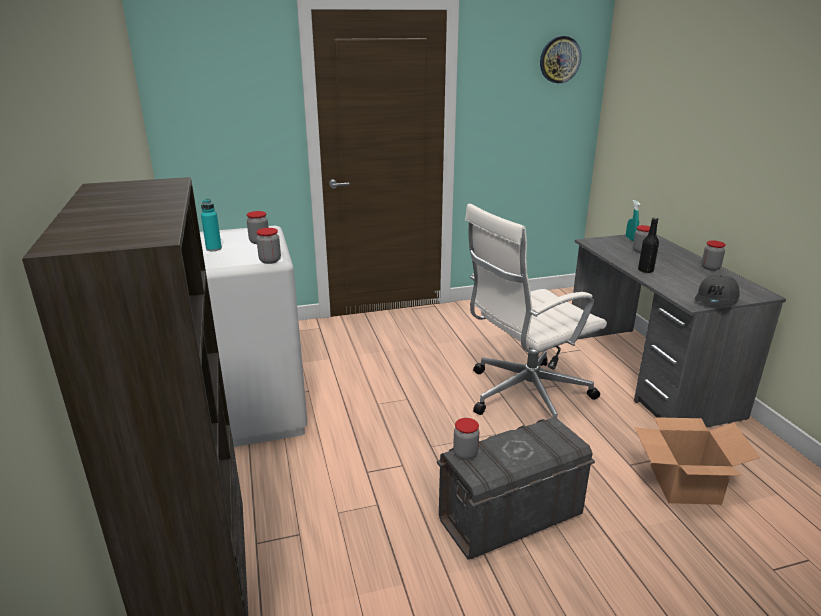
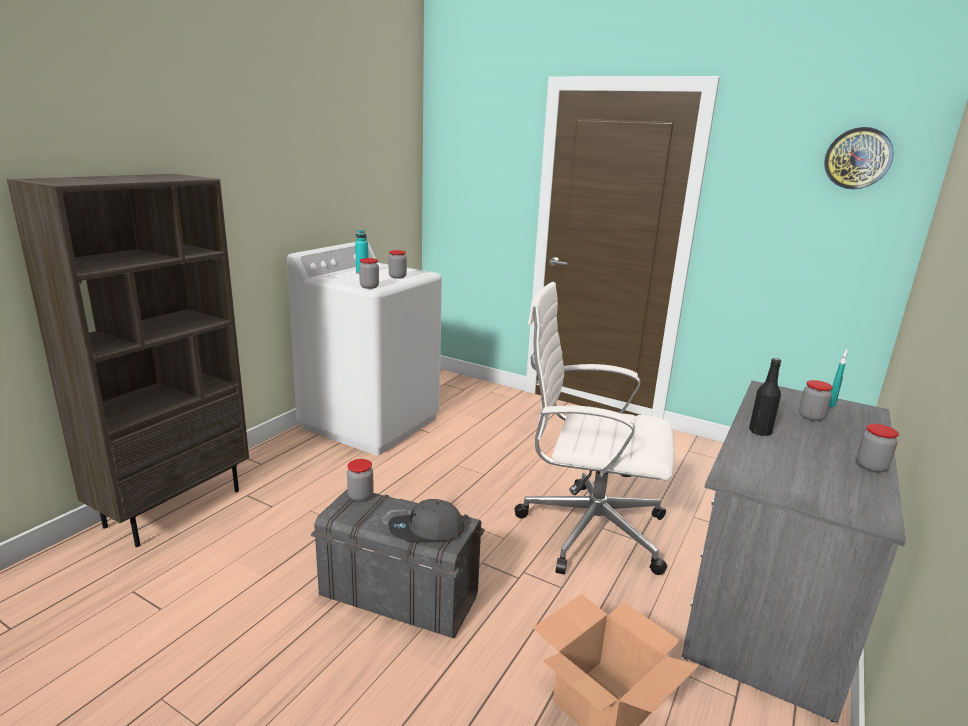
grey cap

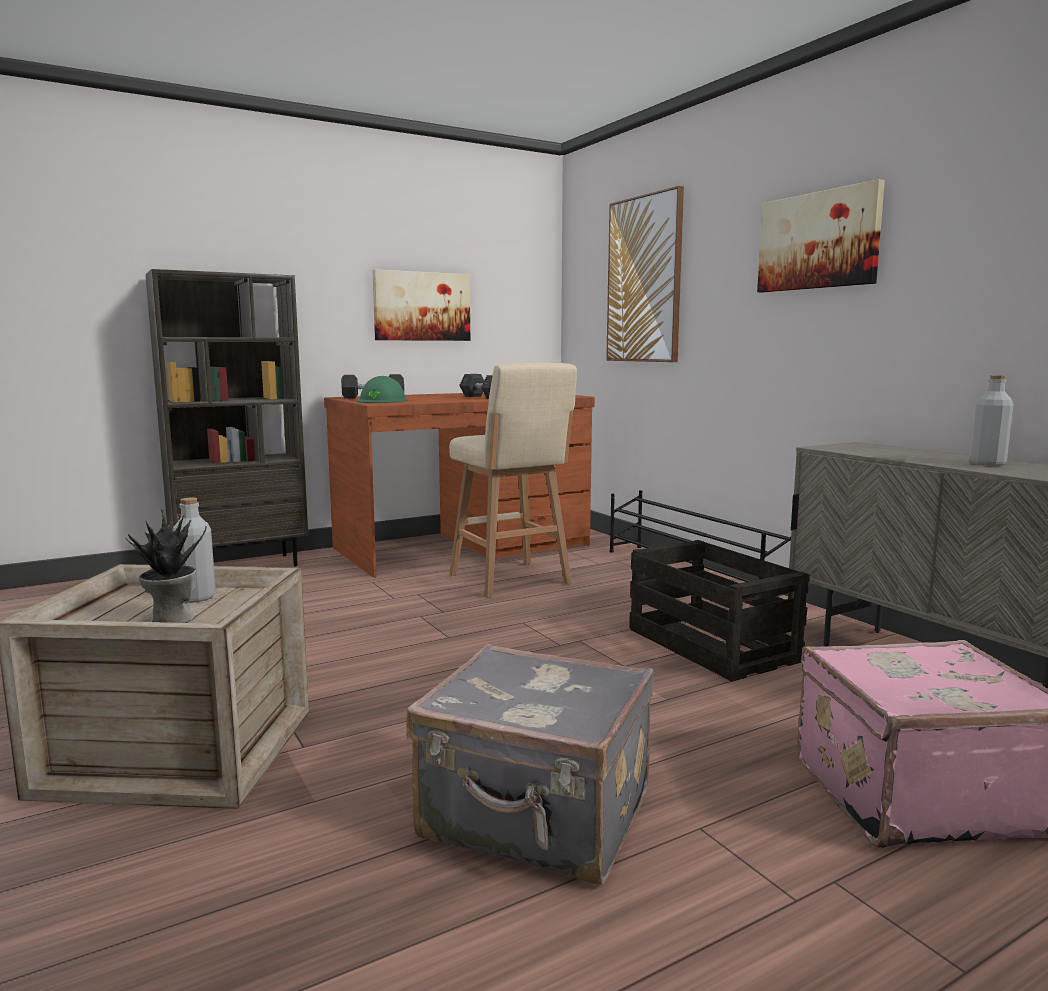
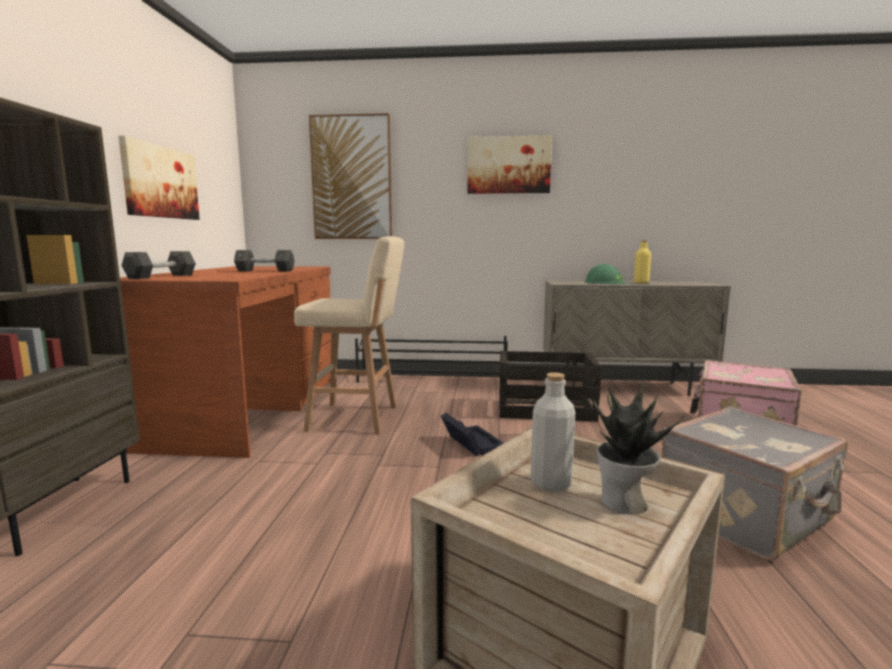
green hard hat
yellow bottle
black storage box

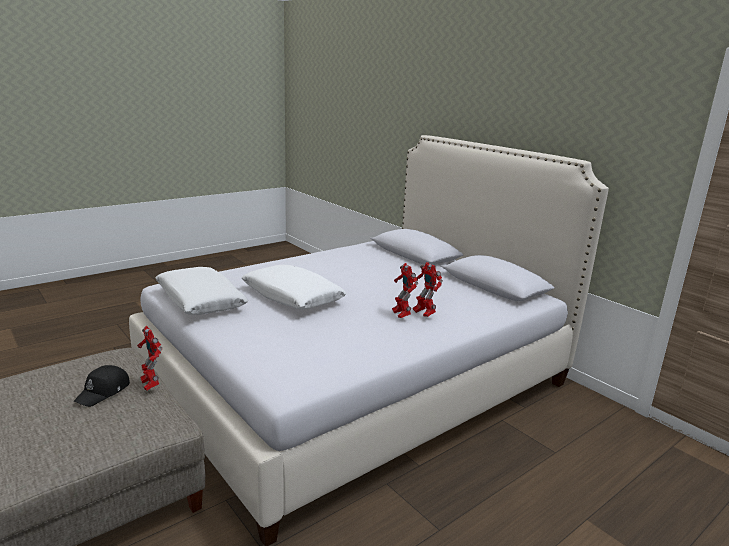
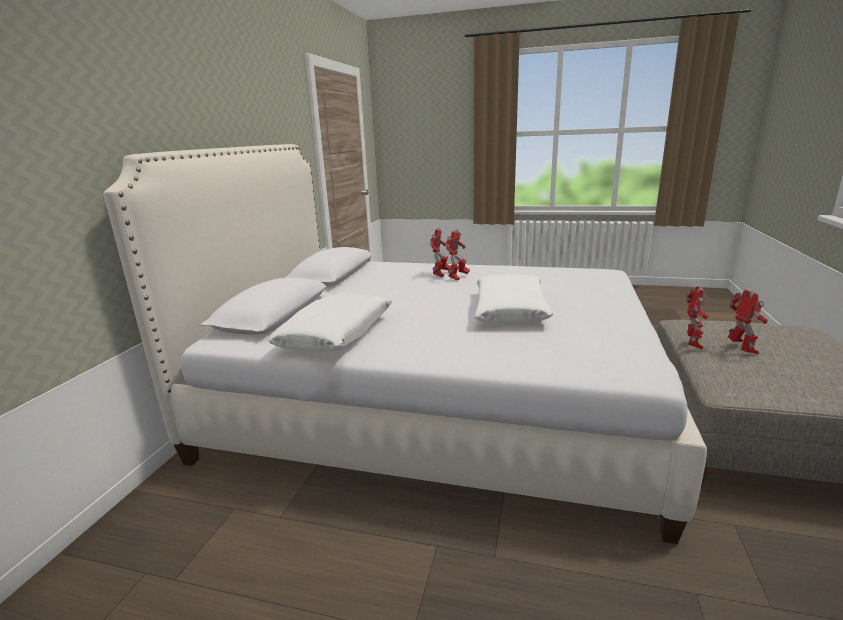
toy robot (no. 4 from left)
white pillow (no. 1 from left)

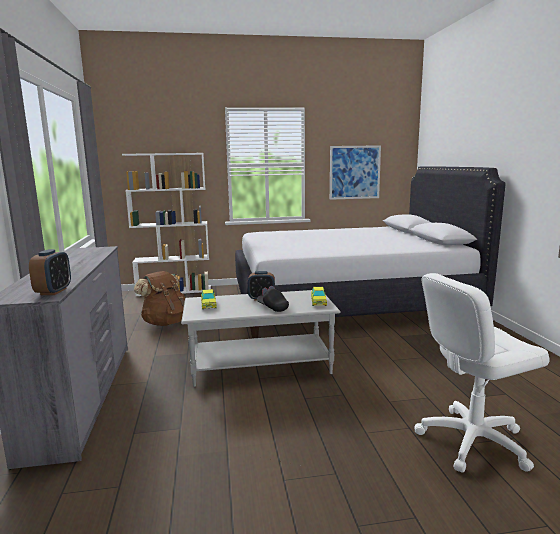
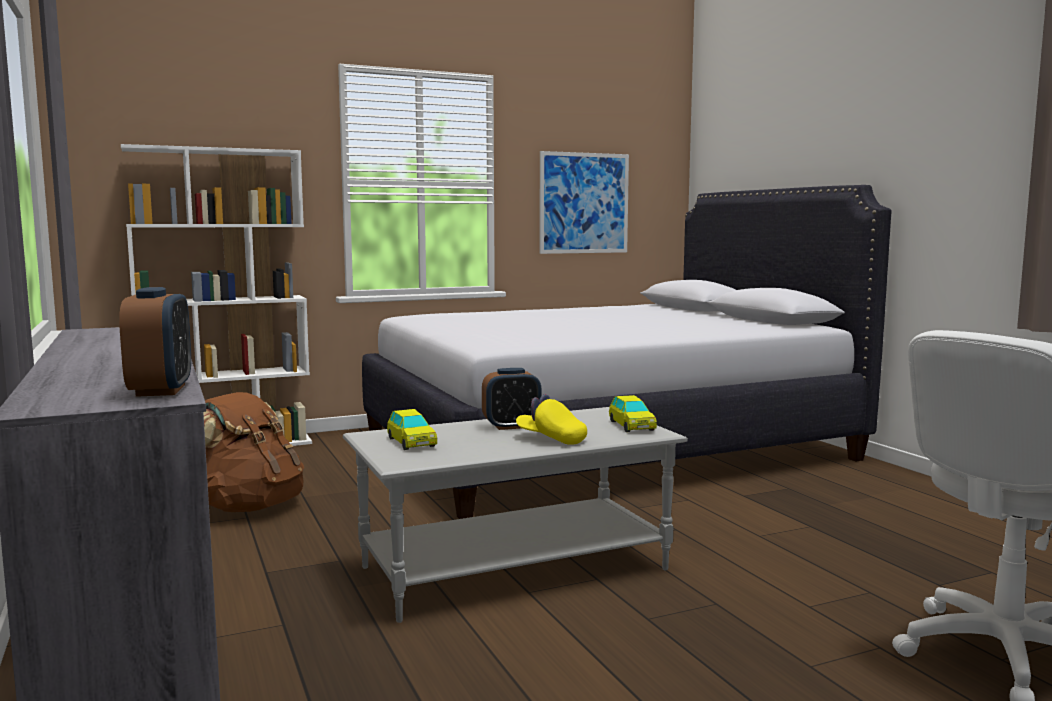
yellow cap

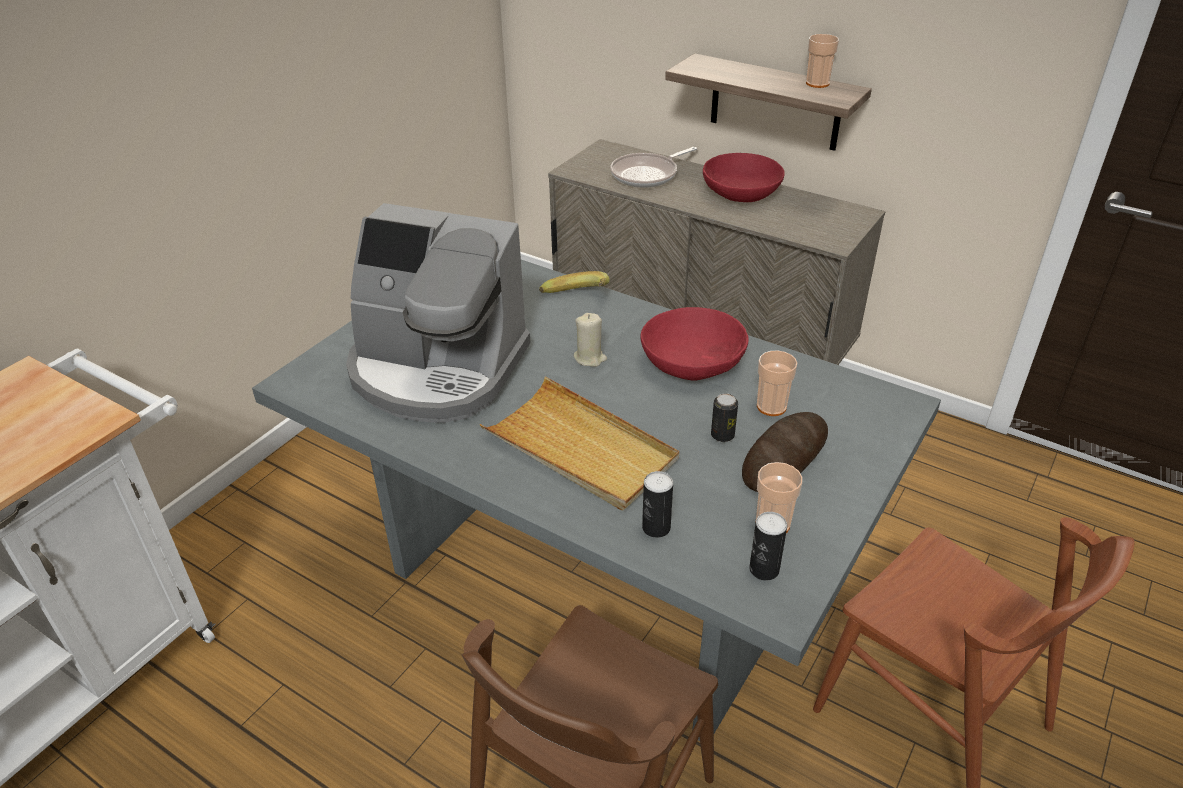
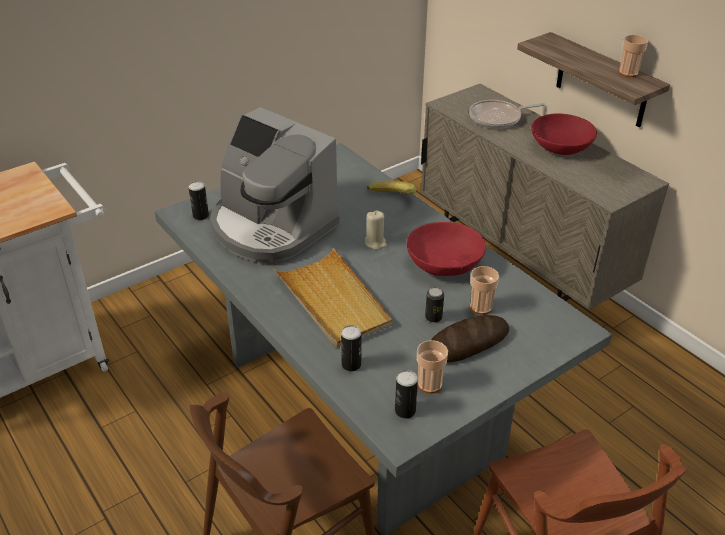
can (no. 1 from left)

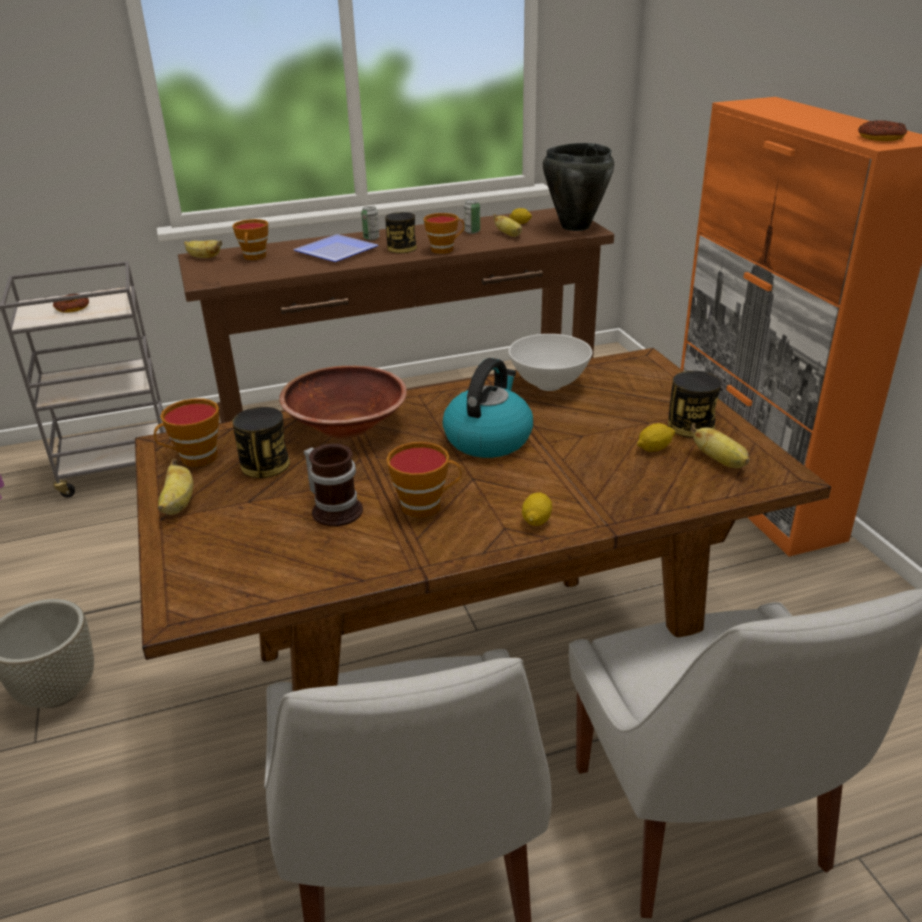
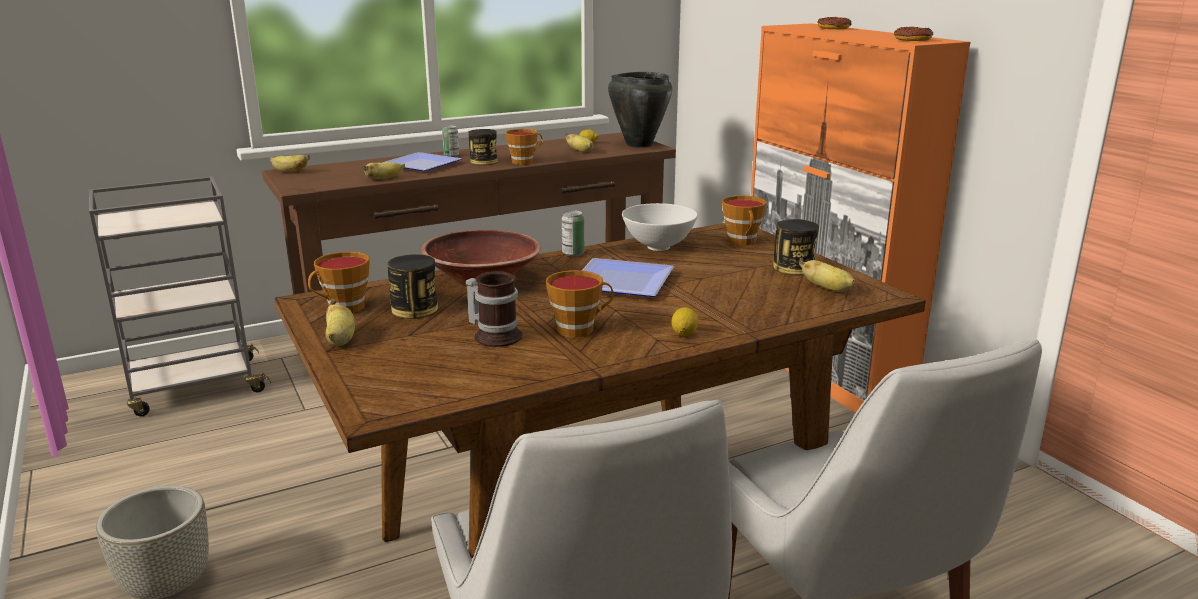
donut (no. 1 from left)
cup (no. 4 from left)
plate (no. 2 from left)
can (no. 4 from left)
lemon (no. 3 from left in the first image)
banana (no. 3 from left)

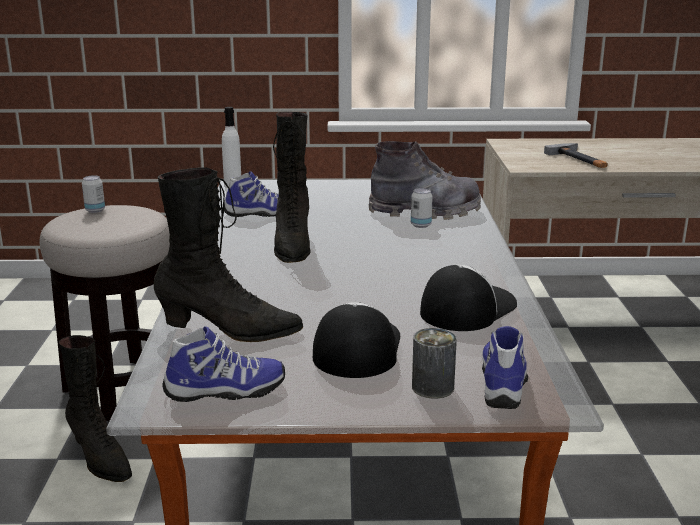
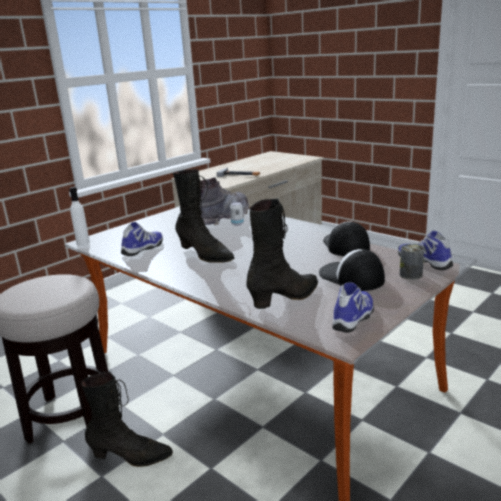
can (no. 1 from left in the first image)

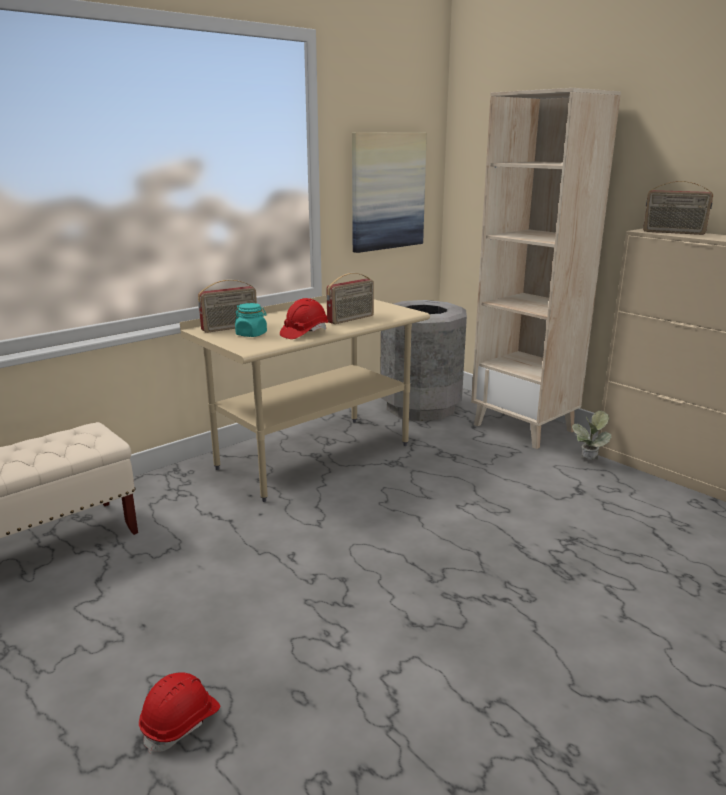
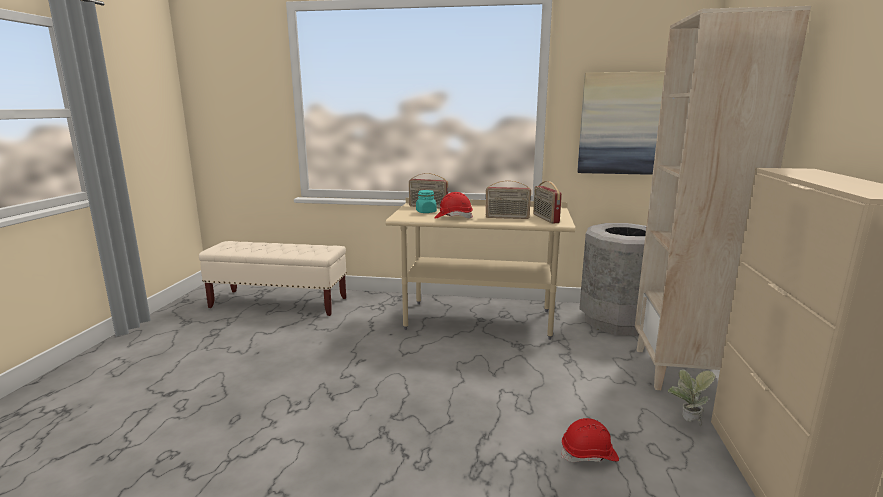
red hard hat (no. 2 from left)
radio (no. 3 from left)

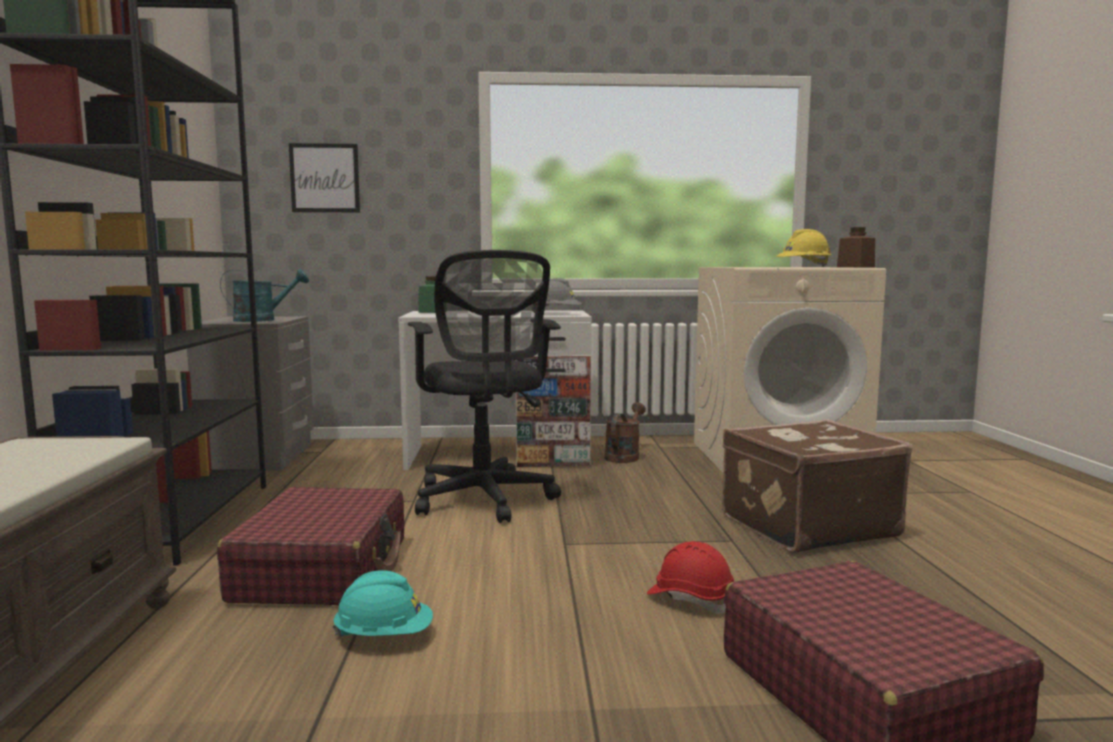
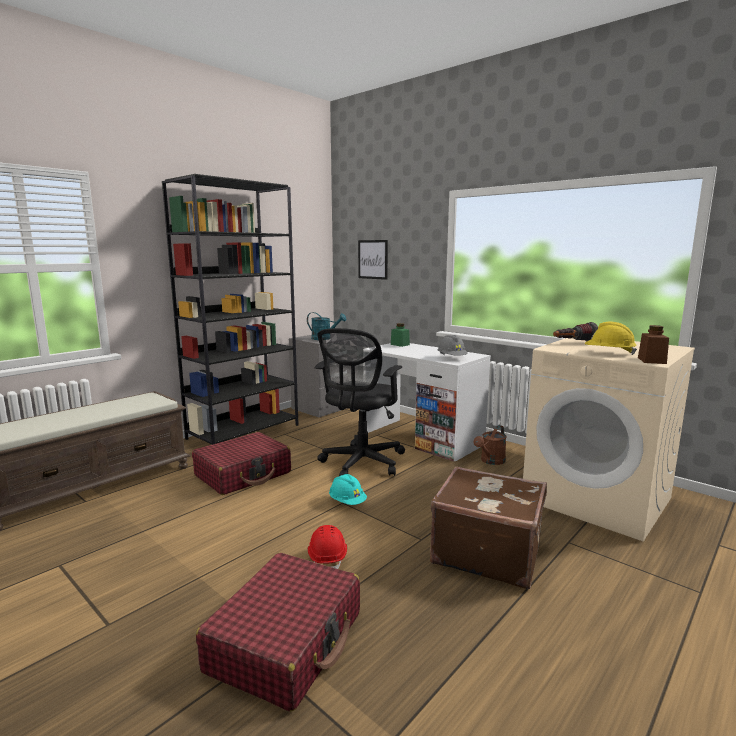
turquoise hard hat
brown watering can
flashlight

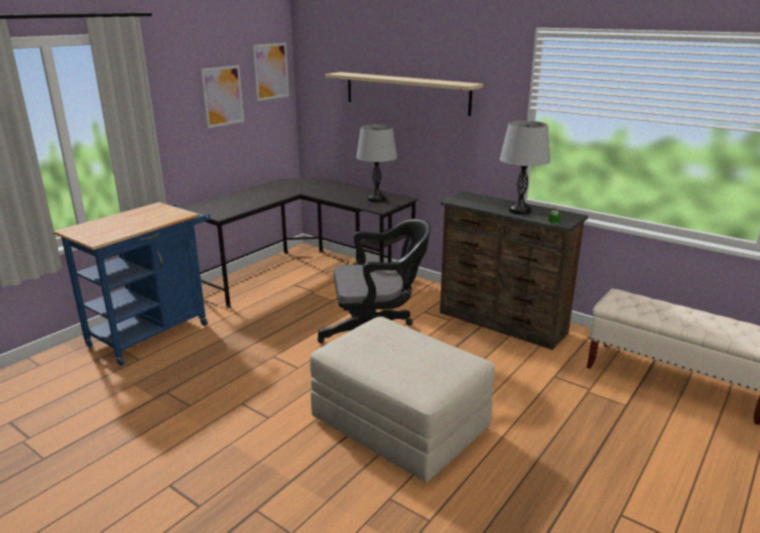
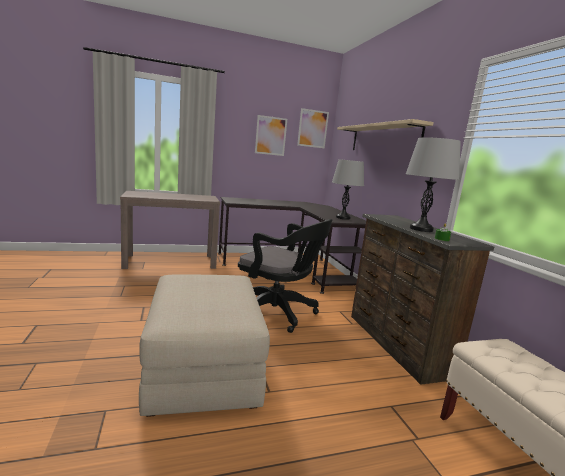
brown console table

